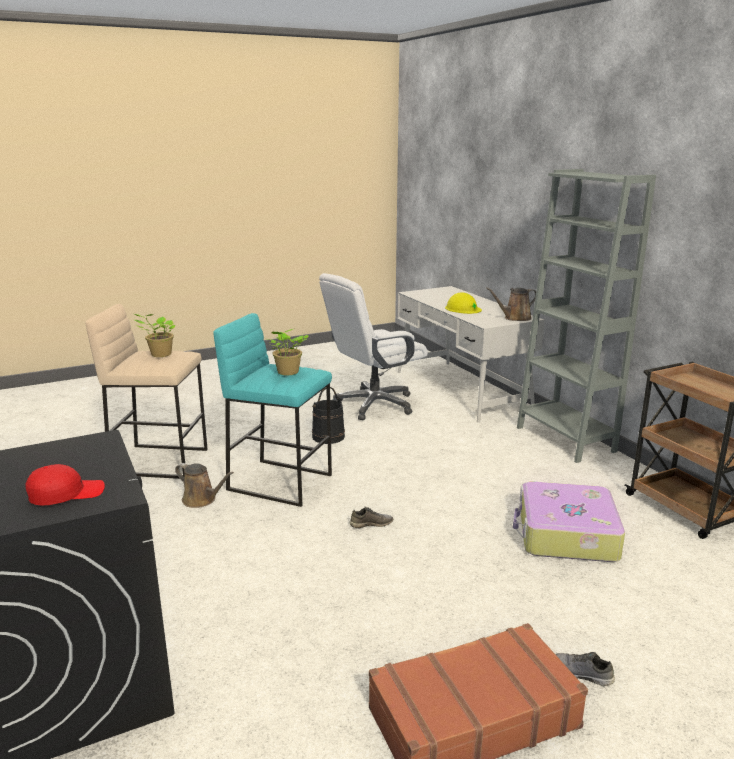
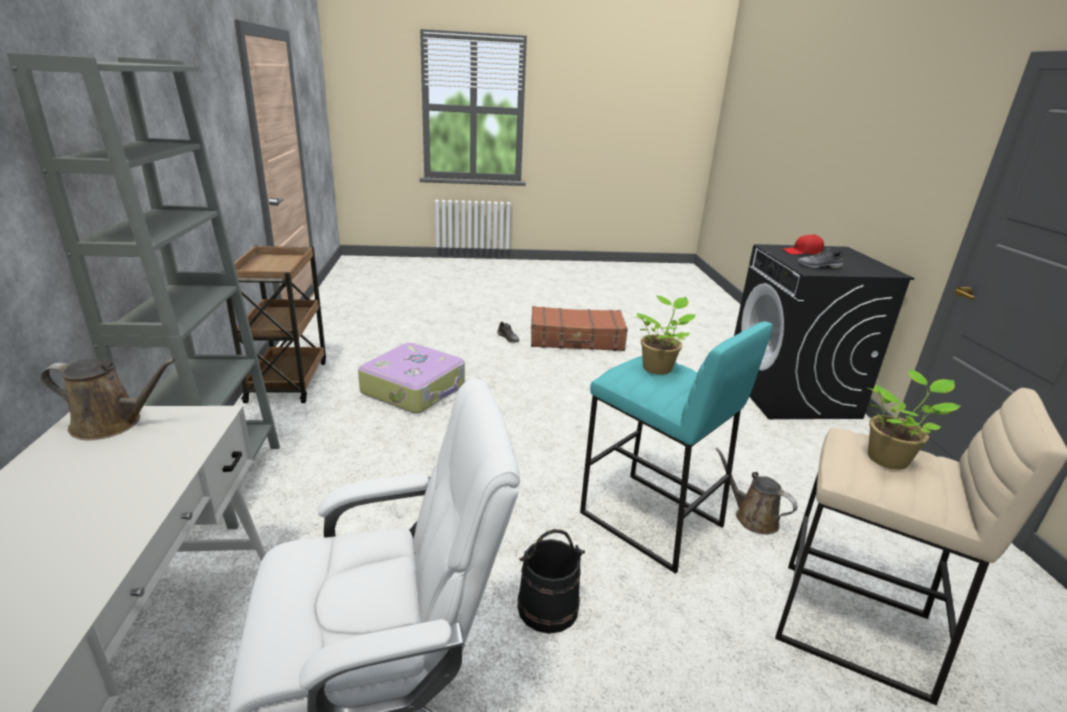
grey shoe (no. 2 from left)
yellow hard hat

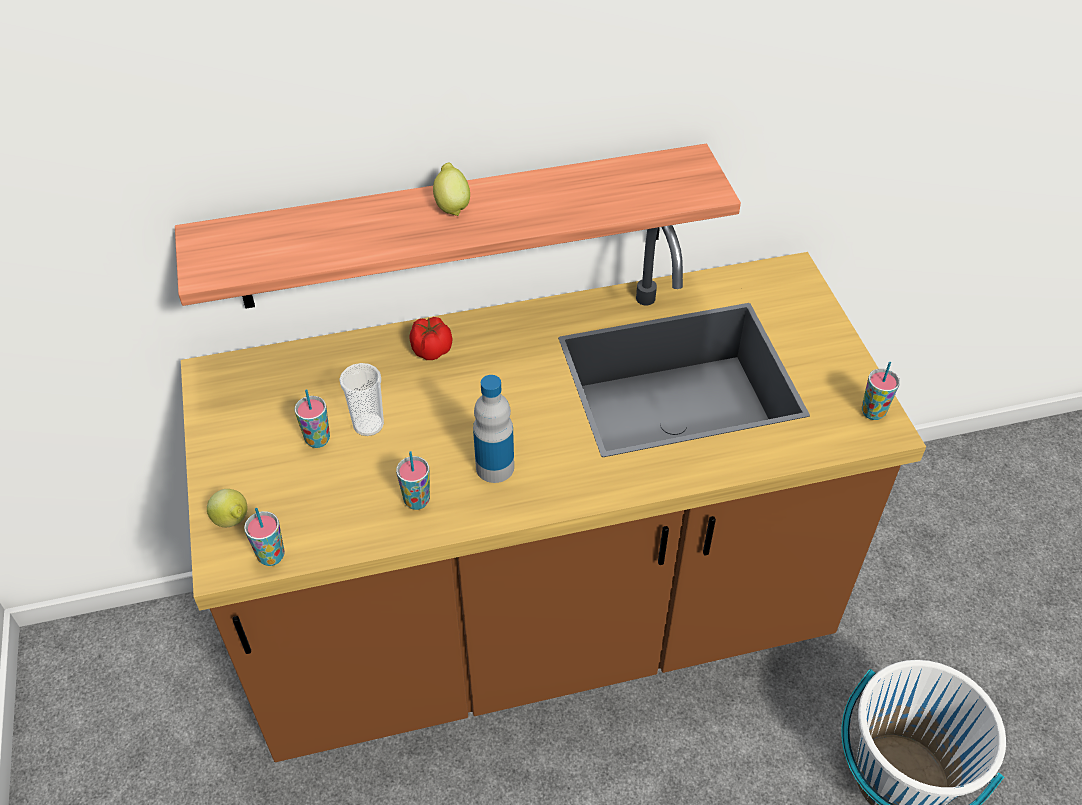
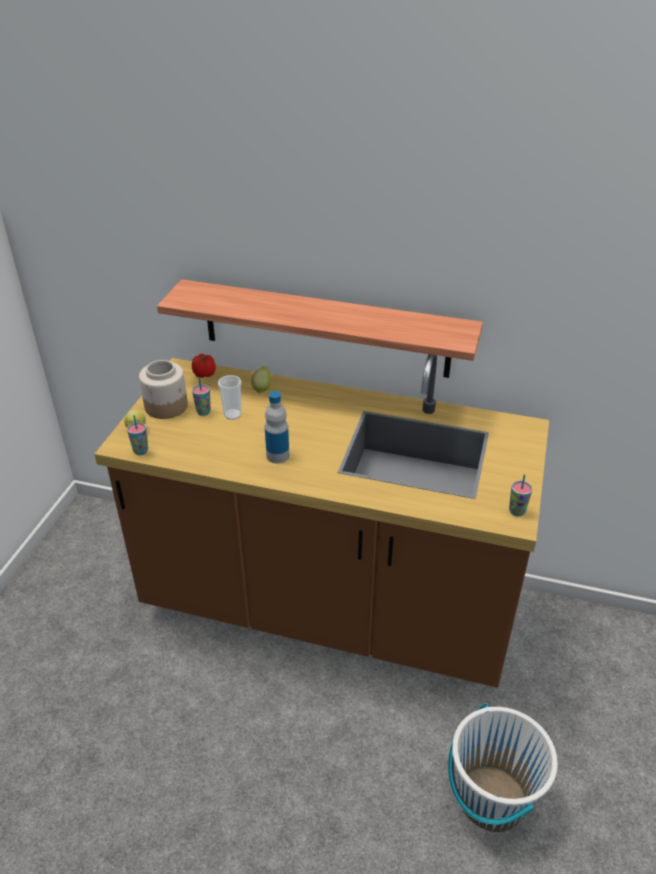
cup (no. 4 from left in the first image)
tomato
lemon (no. 2 from left)
jar

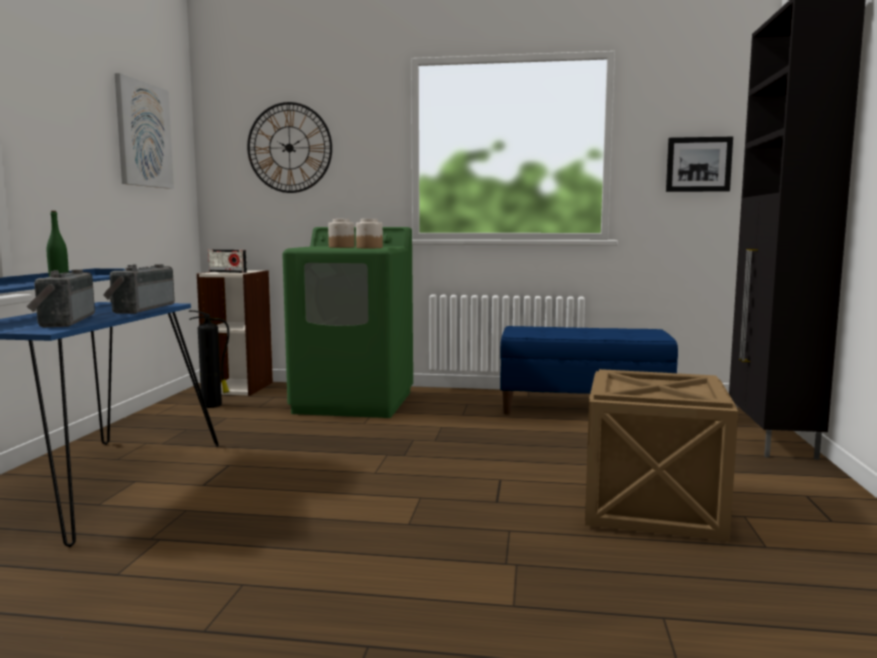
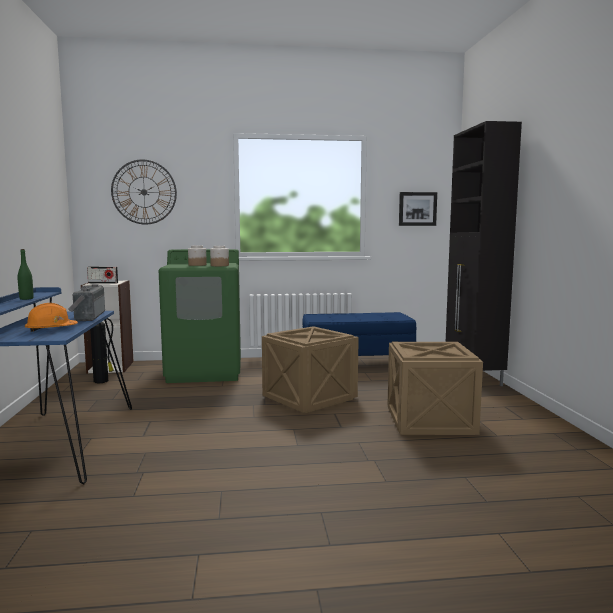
orange hard hat
picture (no. 1 from left in the first image)
crate (no. 1 from left)

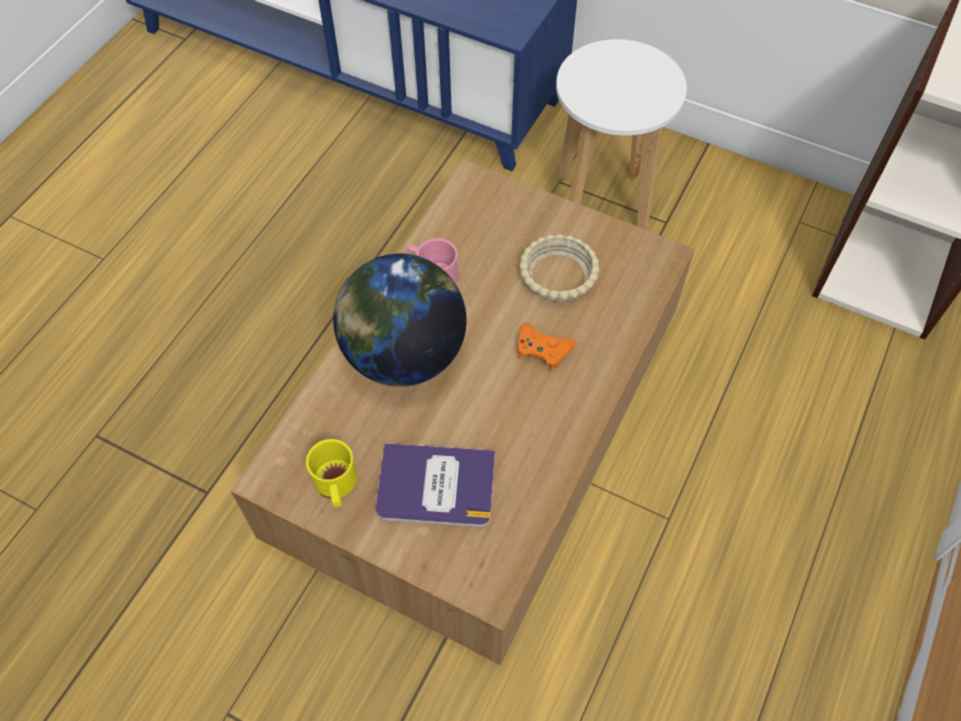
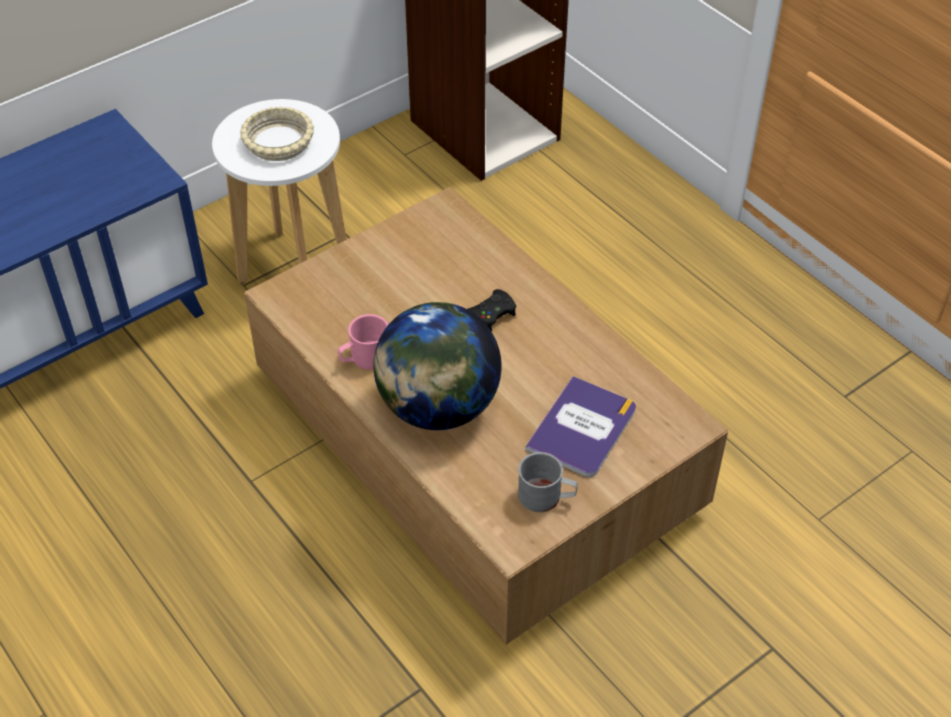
grey mug
black game controller
beige bowl

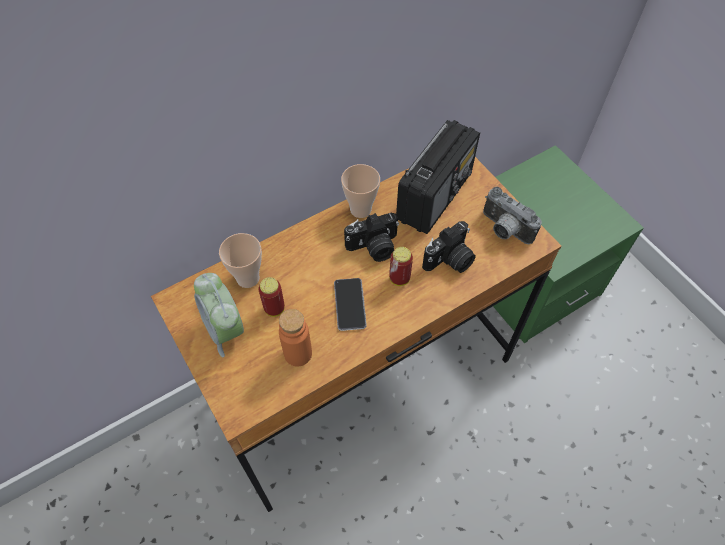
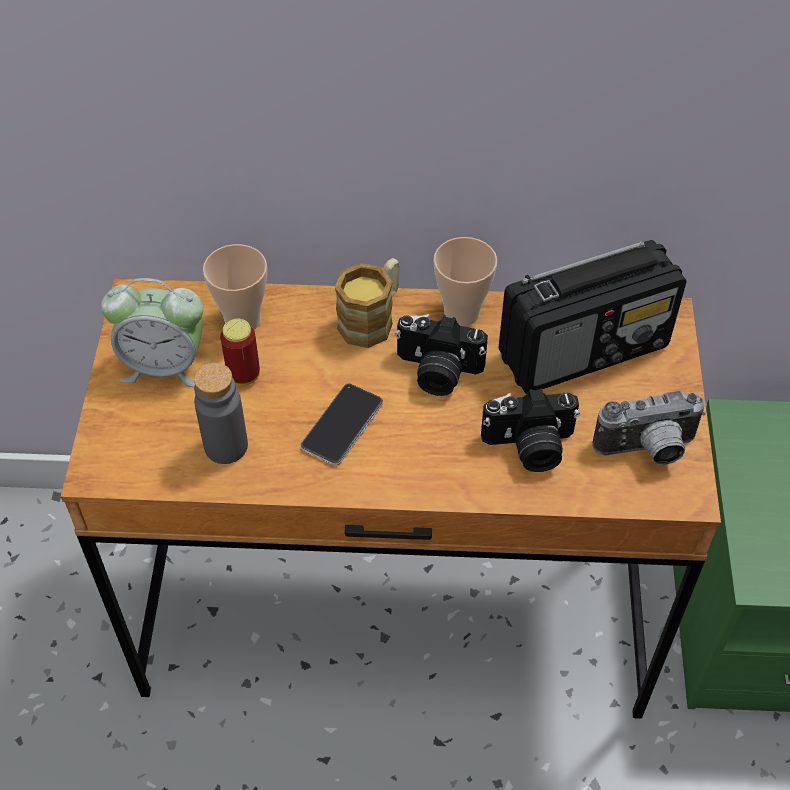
alarm clock
grey bottle
can (no. 2 from left in the first image)
photo camera (no. 3 from left)
mug

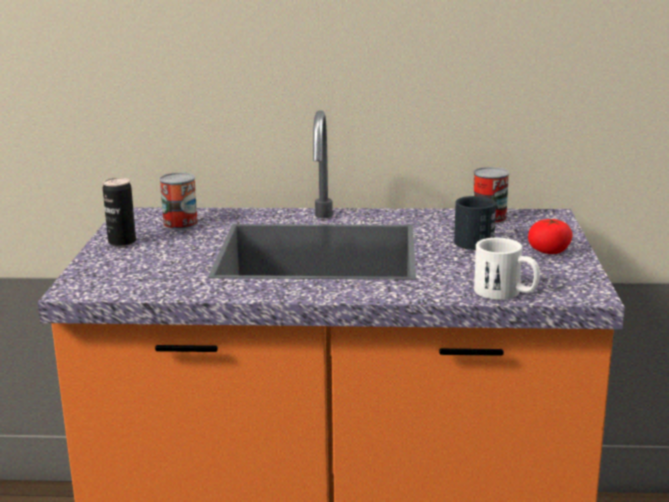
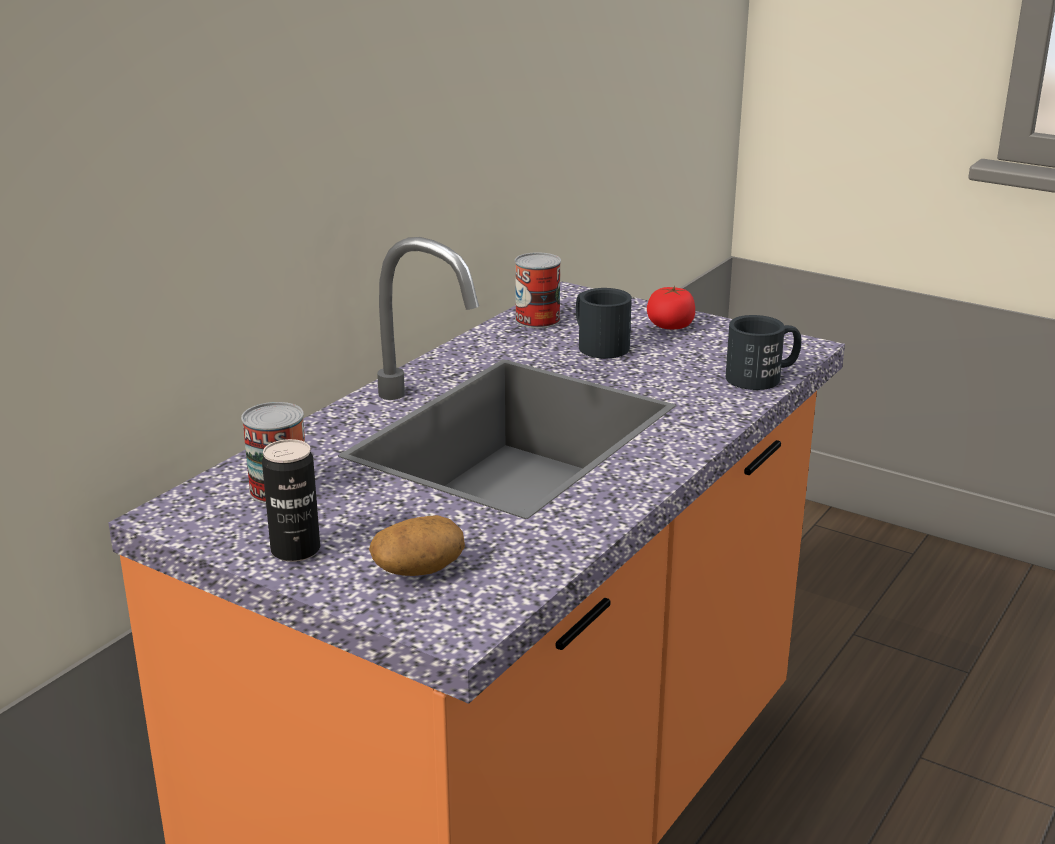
black mug (no. 2 from left)
potato

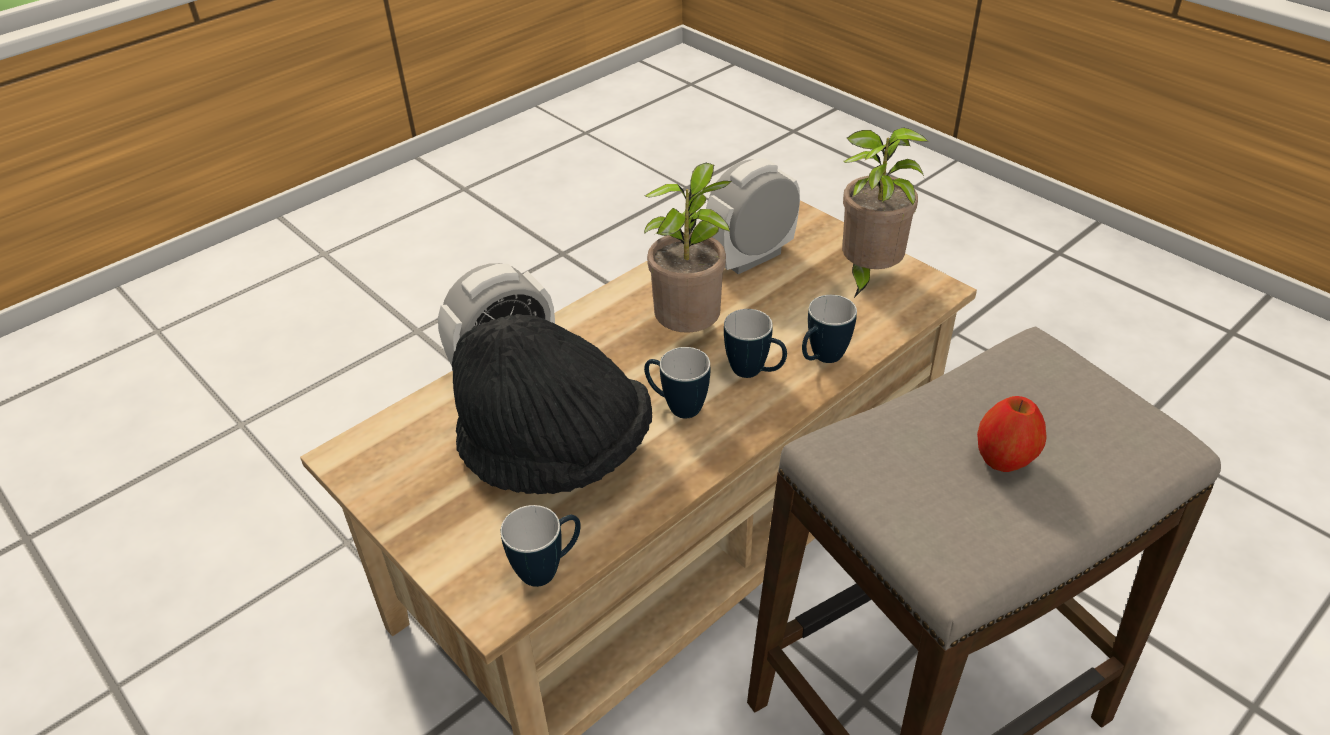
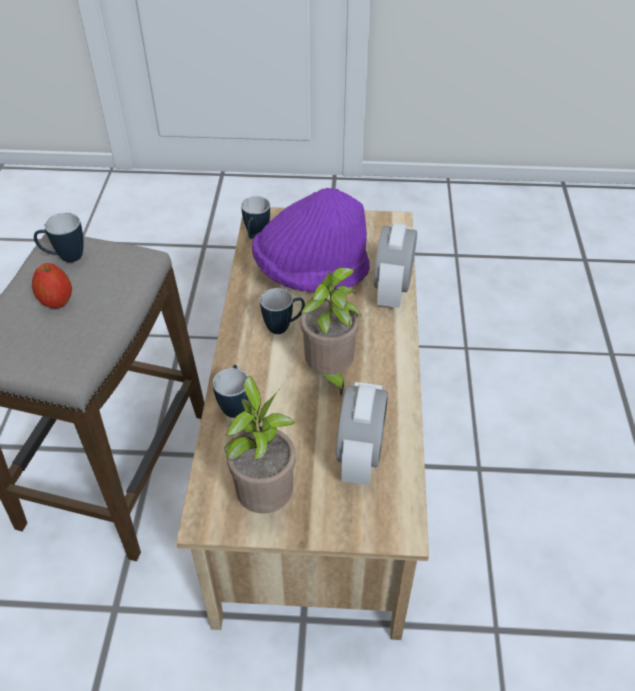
purple hat
mug (no. 1 from left)

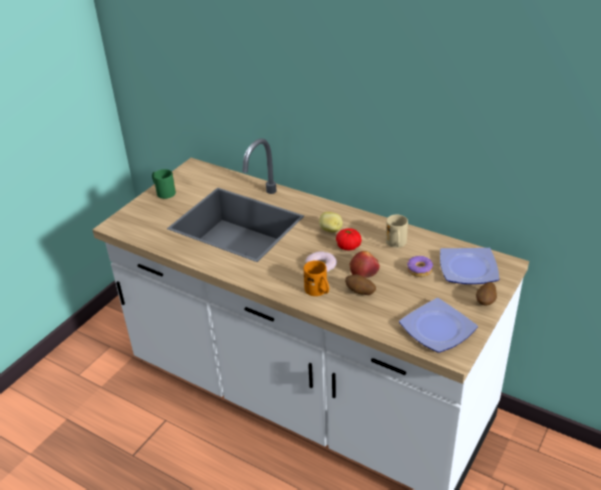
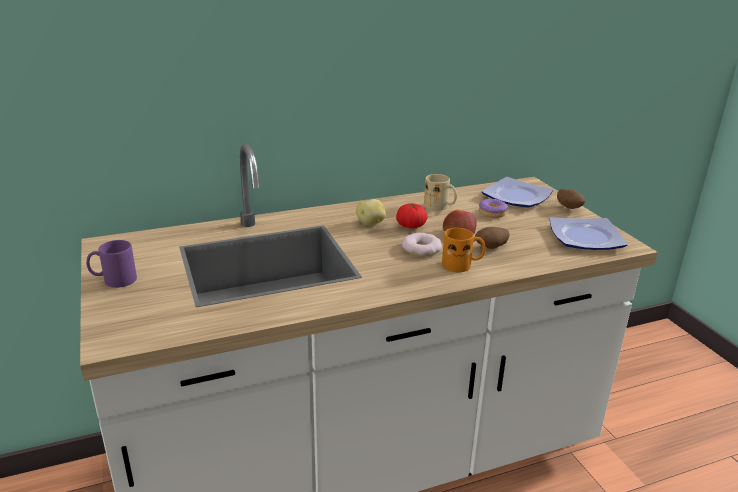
purple mug

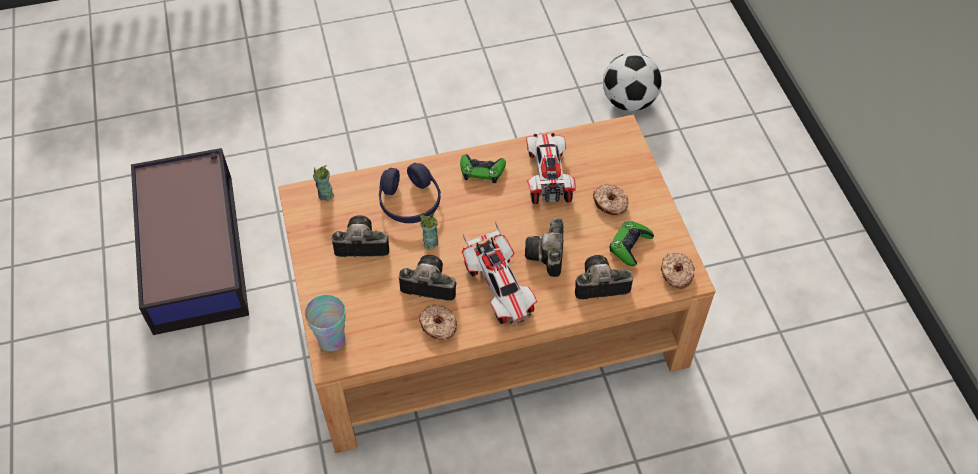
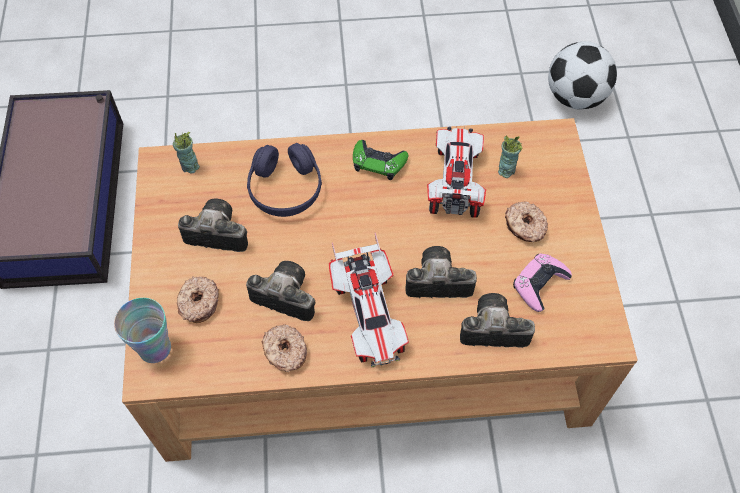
cup (no. 3 from left)
photo camera (no. 3 from left)
pink game controller
donut (no. 1 from left)

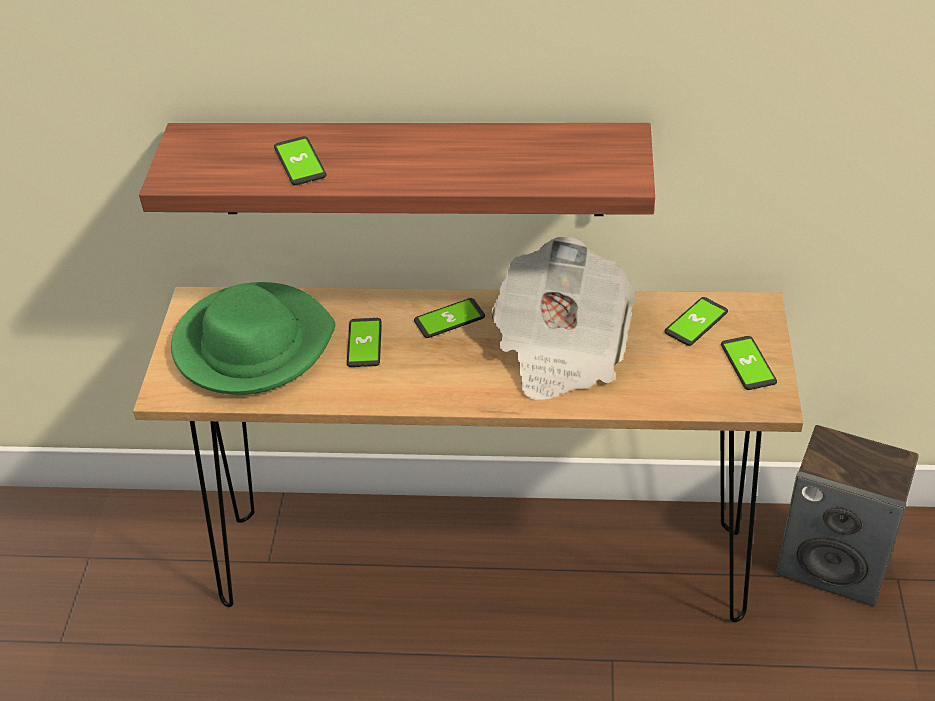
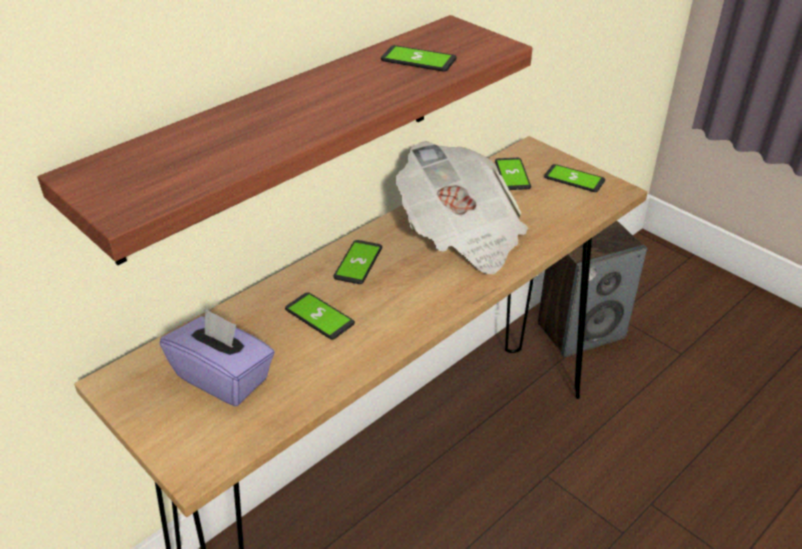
purple tissue box
phone (no. 3 from left)

